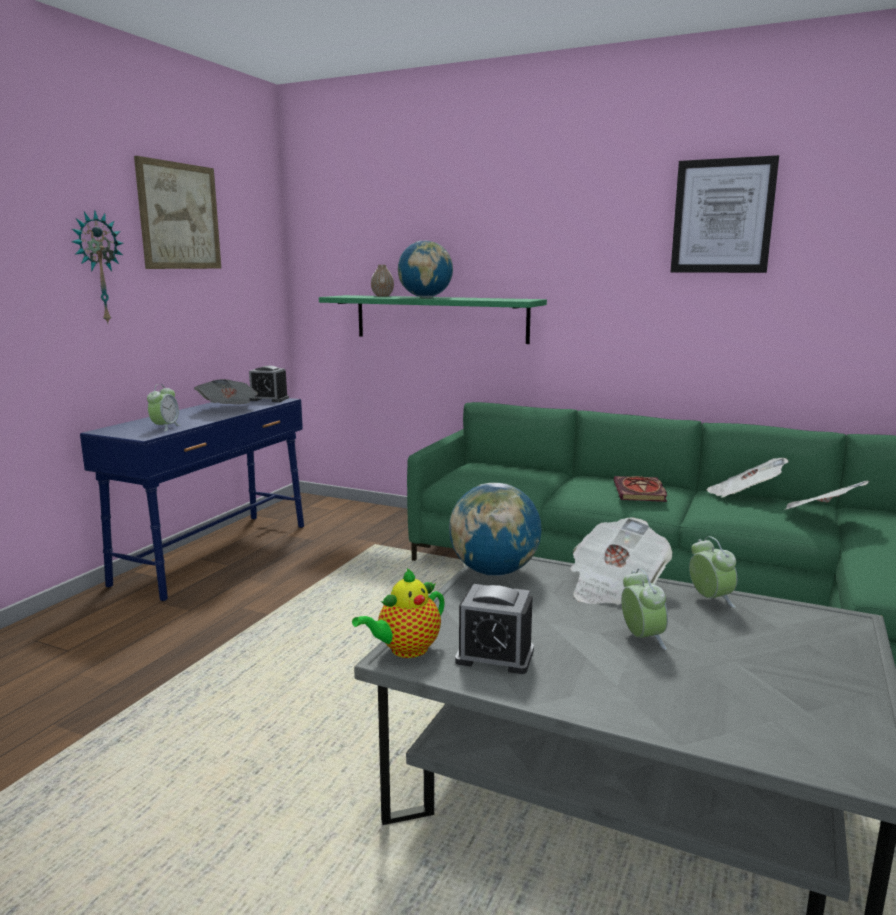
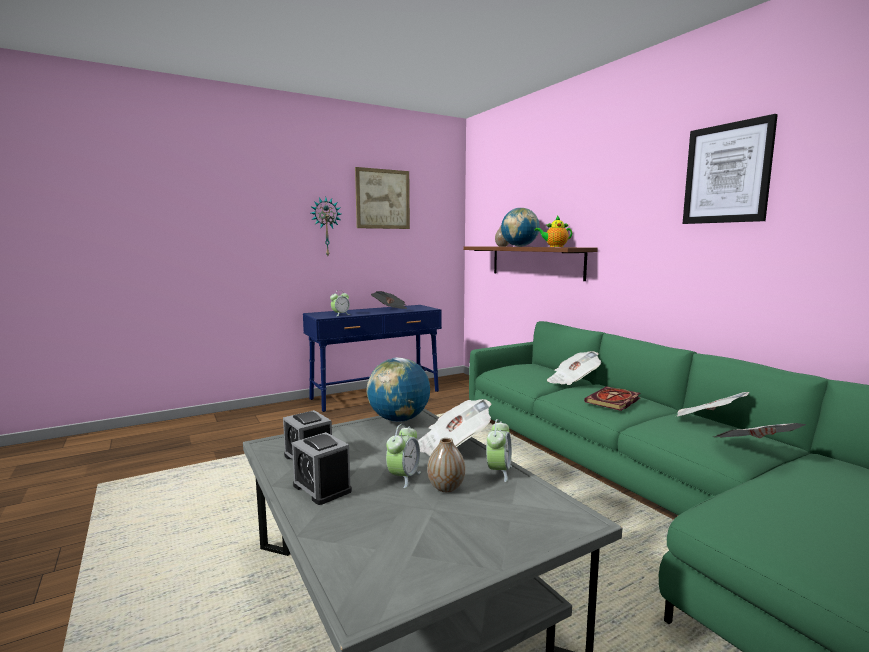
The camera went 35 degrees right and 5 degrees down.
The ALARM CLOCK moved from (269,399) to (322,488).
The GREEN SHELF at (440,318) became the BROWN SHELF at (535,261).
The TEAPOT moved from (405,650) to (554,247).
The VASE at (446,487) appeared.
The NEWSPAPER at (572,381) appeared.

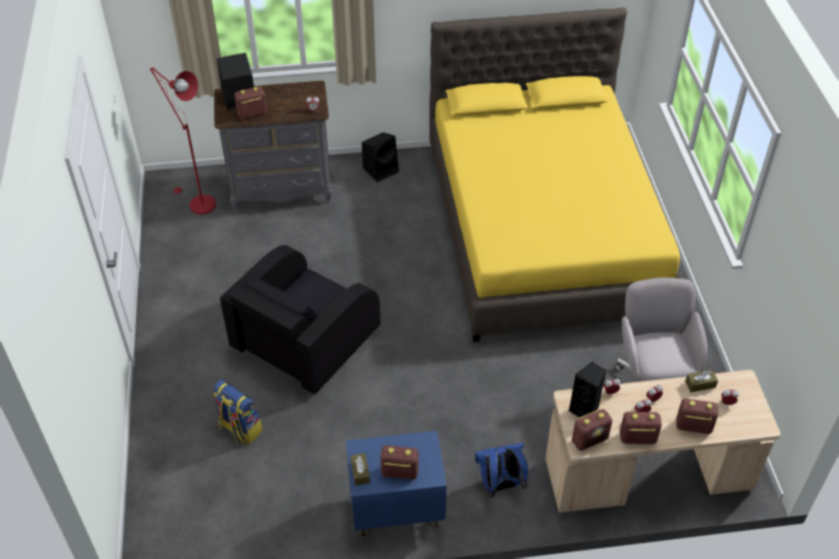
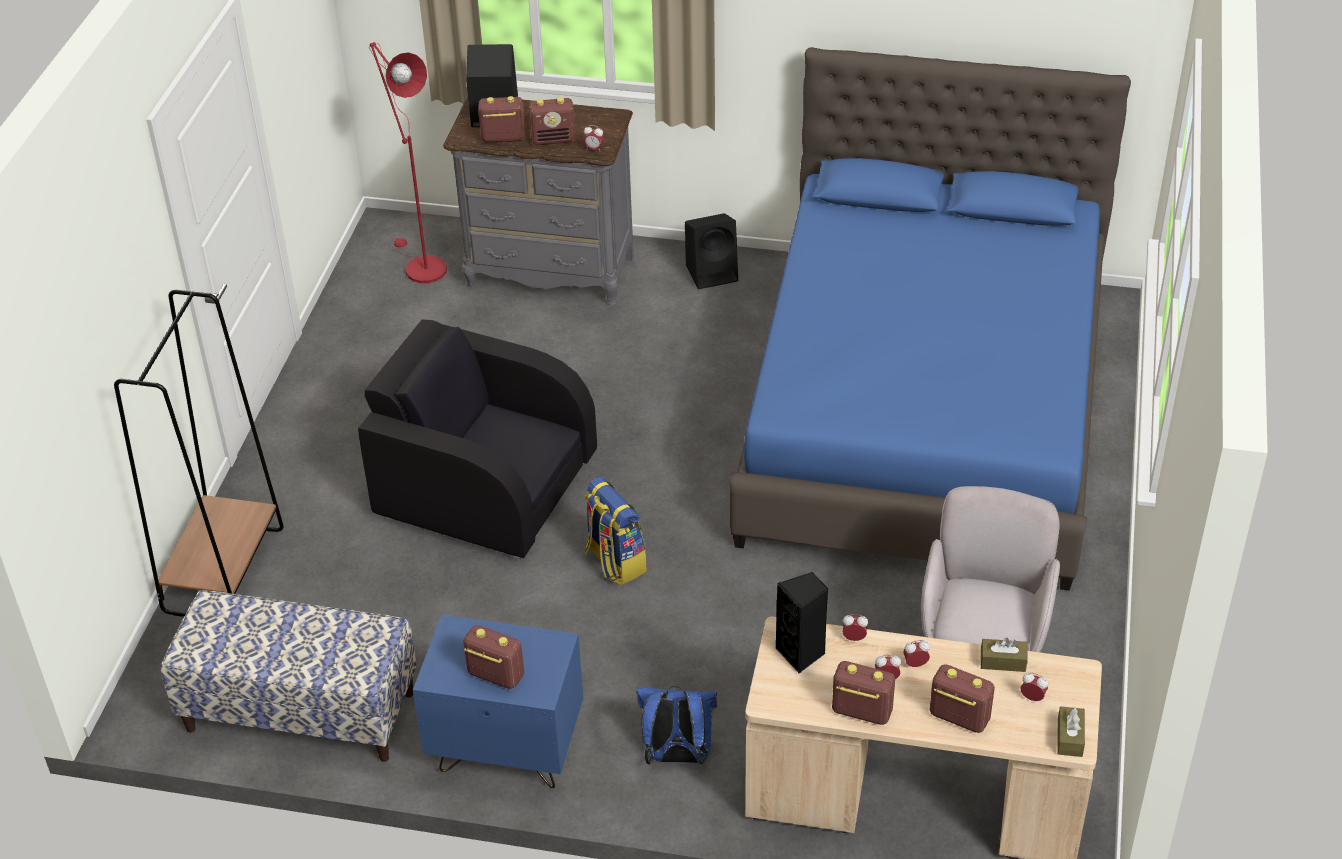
The camera went 20 degrees right and 5 degrees down.
The BACKPACK moved from (239,428) to (614,561).
The BLACK ARMCHAIR at (305,340) turned 60 degrees clockwise.
The BROWN TISSUE BOX moved from (360,472) to (1069,738).
The YELLOW BED at (543,228) became the BLUE BED at (926,409).
The RADIO moved from (590,440) to (553,139).
The CLOTHES RACK at (224,571) appeared.
The BENCH at (300,712) appeared.

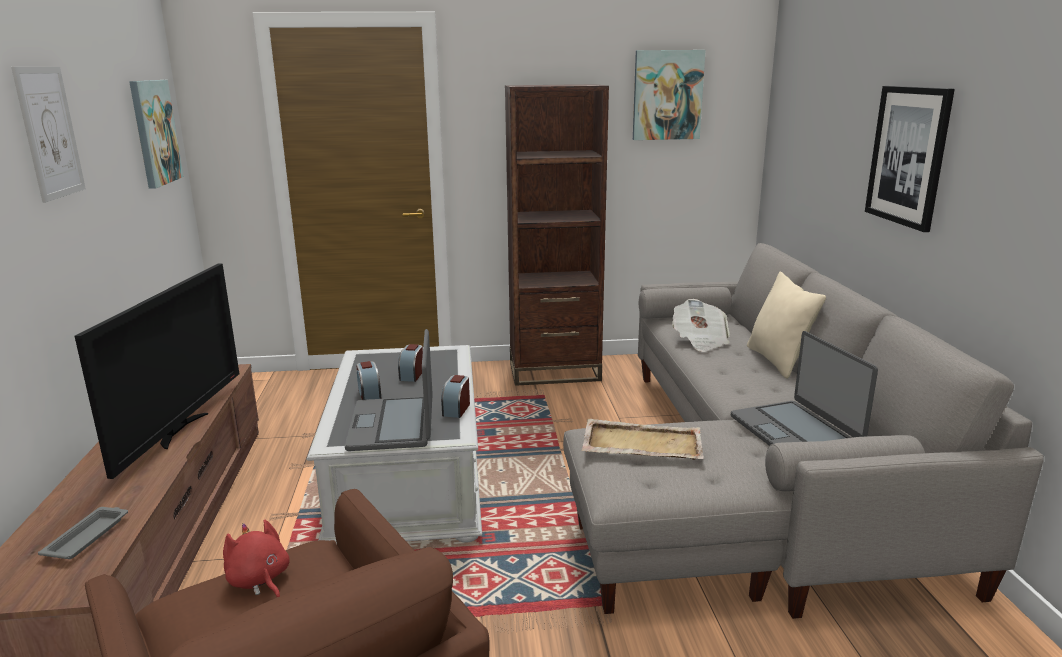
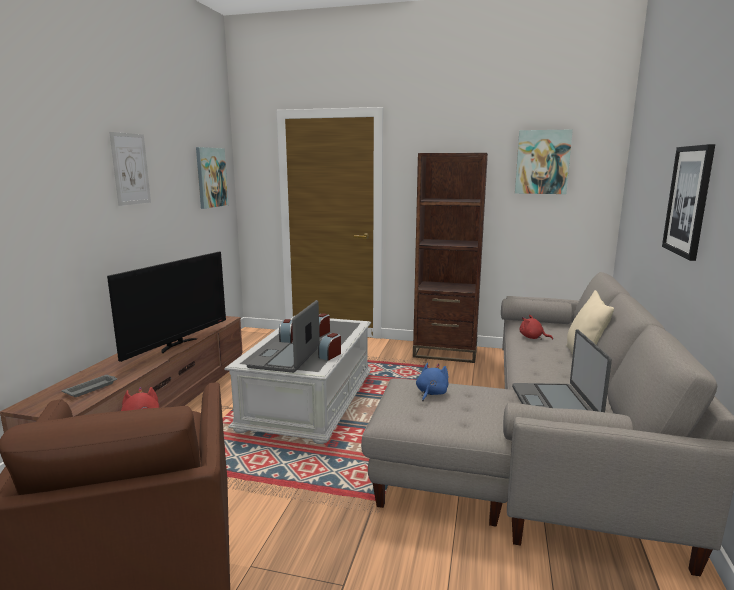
The camera went 20 degrees right and 5 degrees down.
The BEIGE TRAY at (641,444) was replaced by the BLUE PLUSH TOY at (431,393).
The NEWSPAPER at (700,341) was replaced by the RED PLUSH TOY at (532,337).

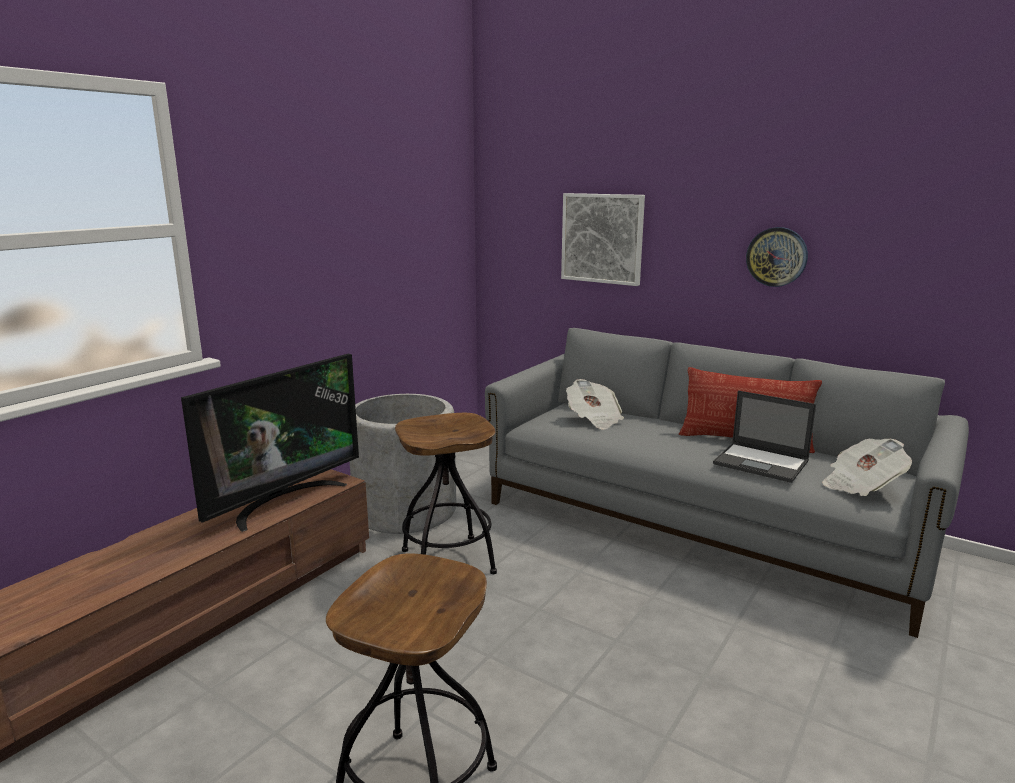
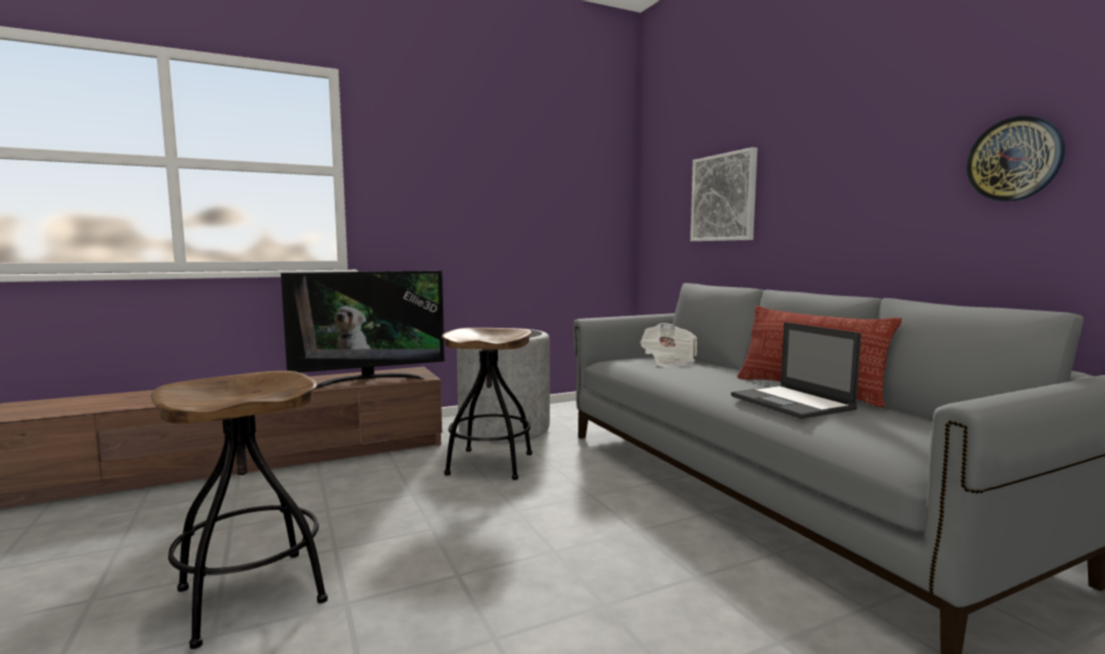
The camera went 30 degrees right and 10 degrees down.
The WALL CLOCK moved from (776,257) to (1014,159).
The NEWSPAPER at (861,485) disappeared.

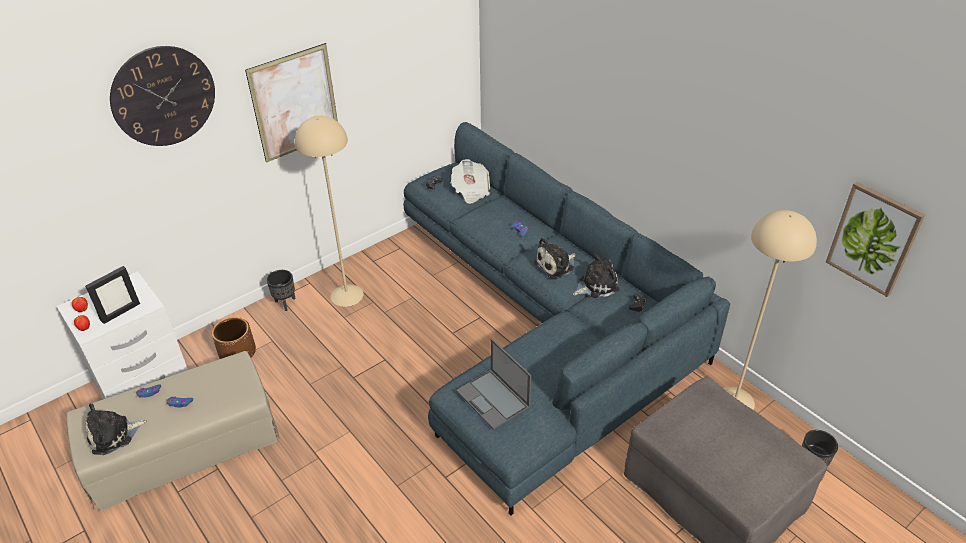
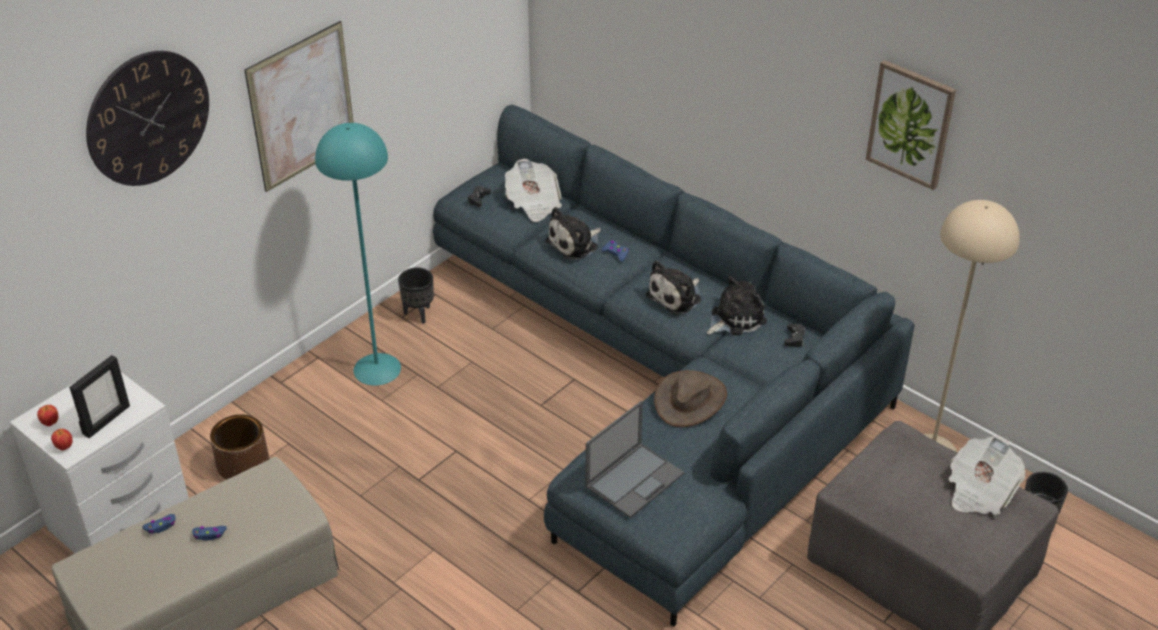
The camera went 10 degrees left and 0 degrees up.
The PLUSH TOY moved from (114,435) to (575,244).
The BLACK PLANTER moved from (286,303) to (419,314).
The BEIGE FLOOR LAMP at (346,295) became the TURQUOISE FLOOR LAMP at (377,369).
The LAPTOP at (493,399) turned 90 degrees counterclockwise.
The PICTURE moved from (873,238) to (911,124).
The BROWN HAT at (690,400) appeared.
The NEWSPAPER at (979,491) appeared.

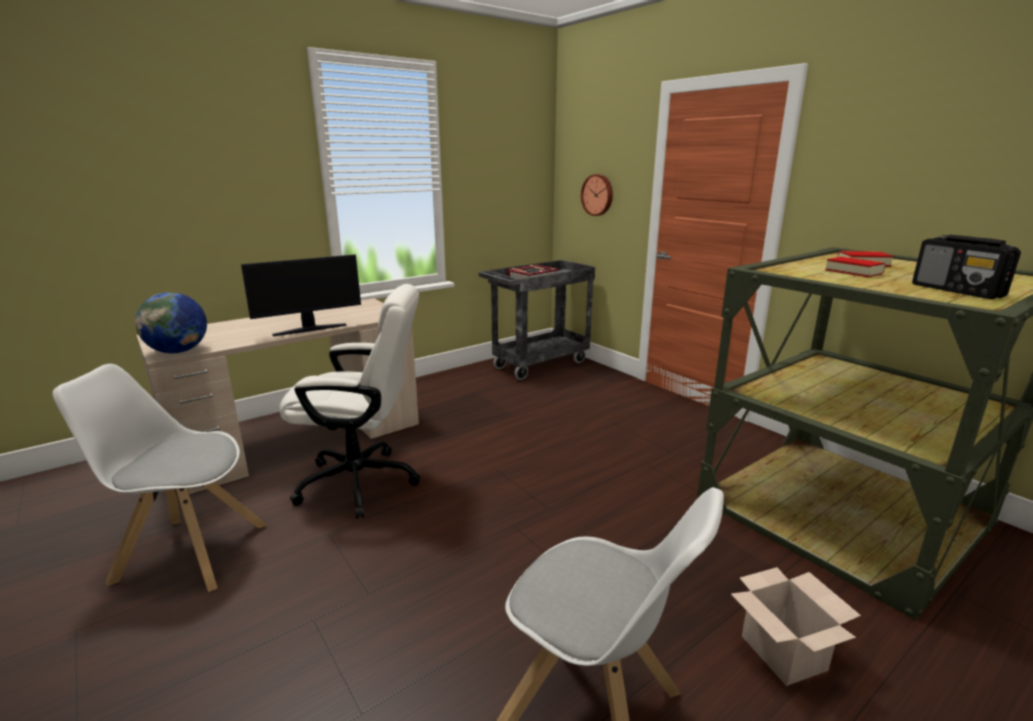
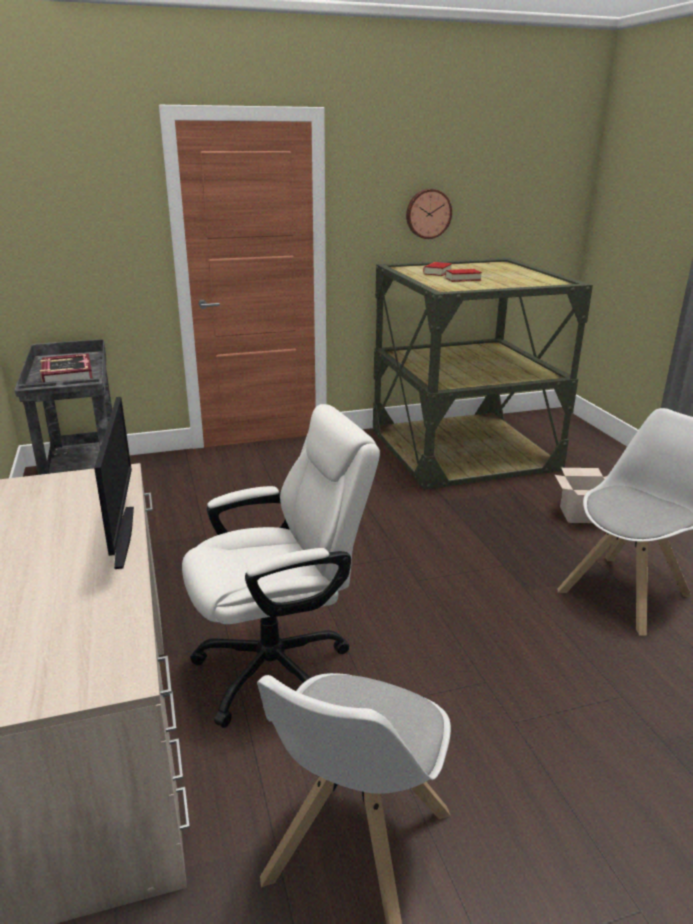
The camera went 70 degrees left and 5 degrees up.
The GLOBE at (178,351) disappeared.
The WHITE OFFICE CHAIR at (364,483) turned 45 degrees clockwise.
The WALL CLOCK moved from (598,195) to (428,213).
The RADIO at (957,291) disappeared.

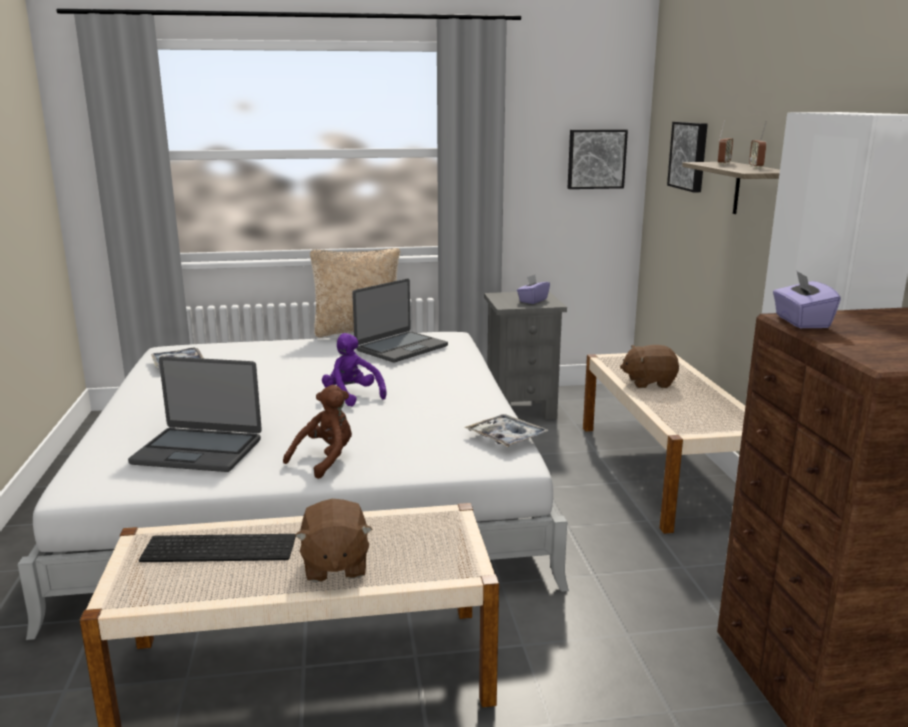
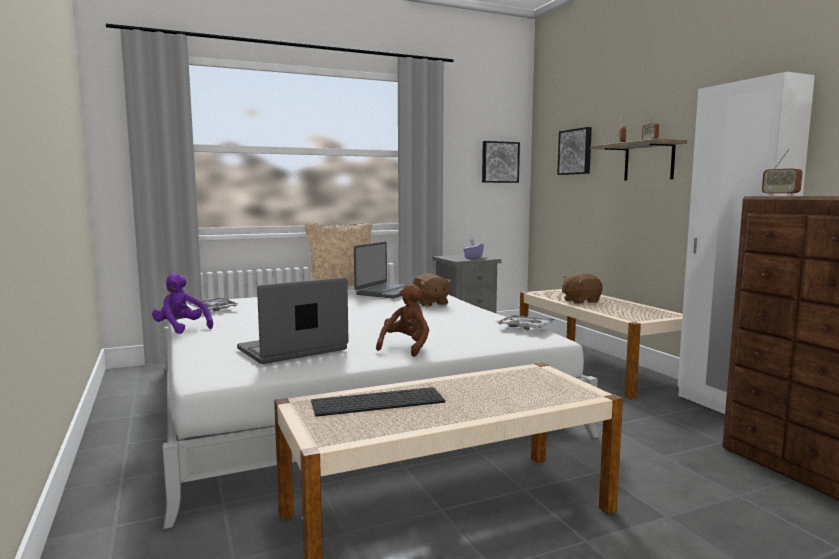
The camera went 15 degrees left and 10 degrees down.
The LAPTOP at (198,451) turned 150 degrees clockwise.
The BROWN PLUSH TOY moved from (334,565) to (430,303).
The PURPLE PLUSH TOY moved from (352,396) to (181,329).
The PURPLE TISSUE BOX at (801,322) was replaced by the RADIO at (780,195).

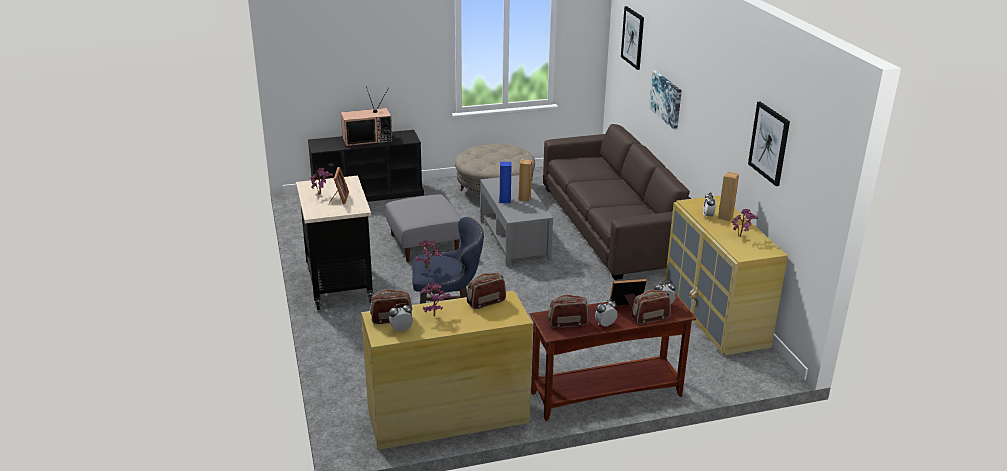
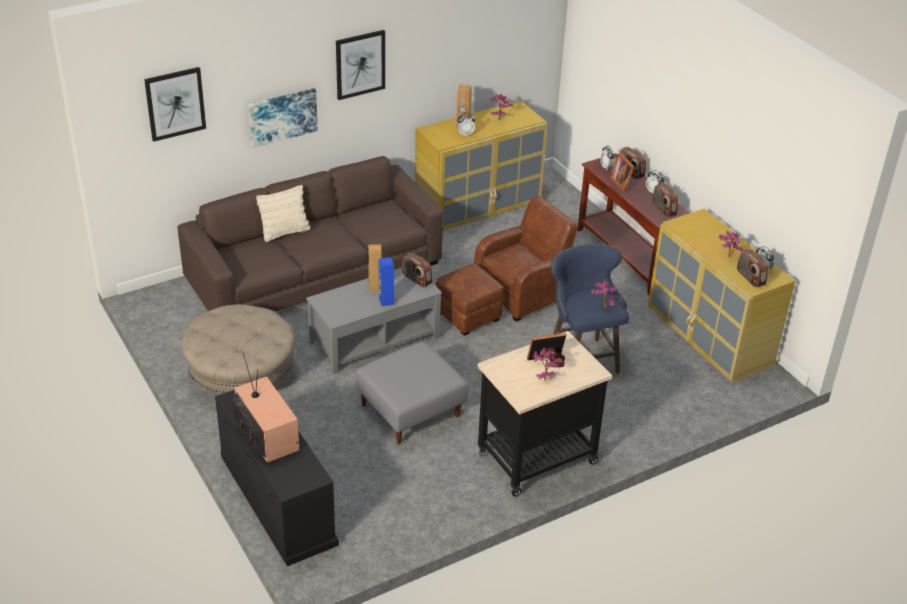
The camera went 105 degrees left and 10 degrees up.
The RADIO moved from (486,302) to (416,279).
The PICTURE moved from (769,143) to (360,64).
The BEIGE PILLOW at (284,232) appeared.
The BROWN ARMCHAIR at (505,300) appeared.

